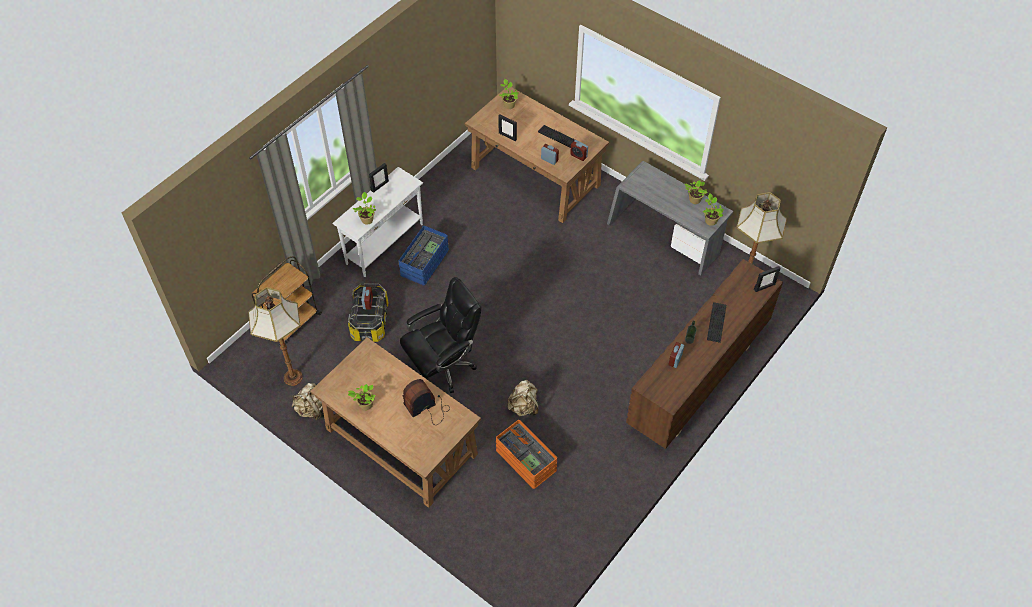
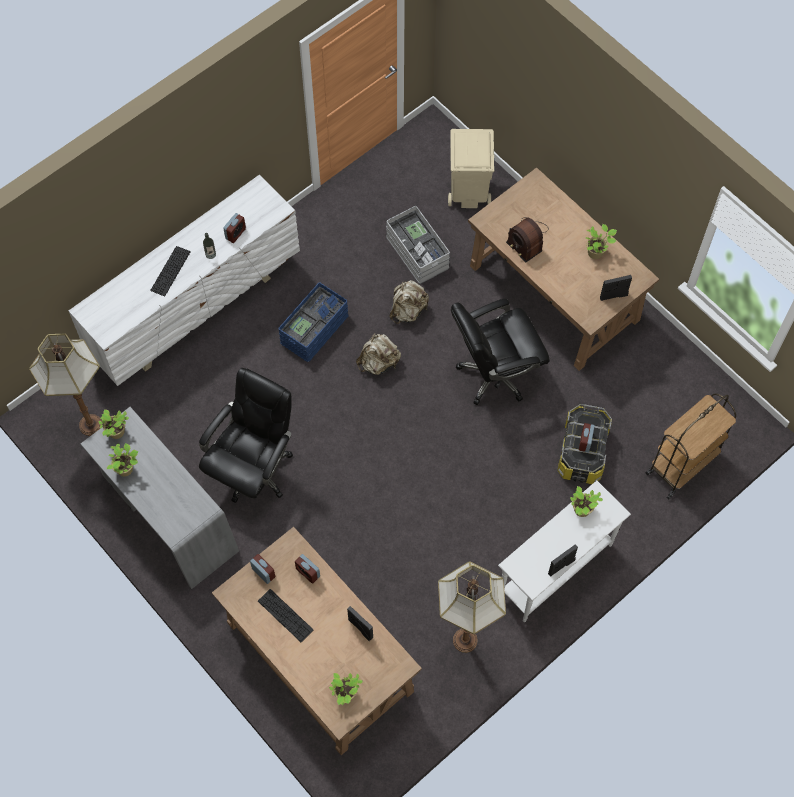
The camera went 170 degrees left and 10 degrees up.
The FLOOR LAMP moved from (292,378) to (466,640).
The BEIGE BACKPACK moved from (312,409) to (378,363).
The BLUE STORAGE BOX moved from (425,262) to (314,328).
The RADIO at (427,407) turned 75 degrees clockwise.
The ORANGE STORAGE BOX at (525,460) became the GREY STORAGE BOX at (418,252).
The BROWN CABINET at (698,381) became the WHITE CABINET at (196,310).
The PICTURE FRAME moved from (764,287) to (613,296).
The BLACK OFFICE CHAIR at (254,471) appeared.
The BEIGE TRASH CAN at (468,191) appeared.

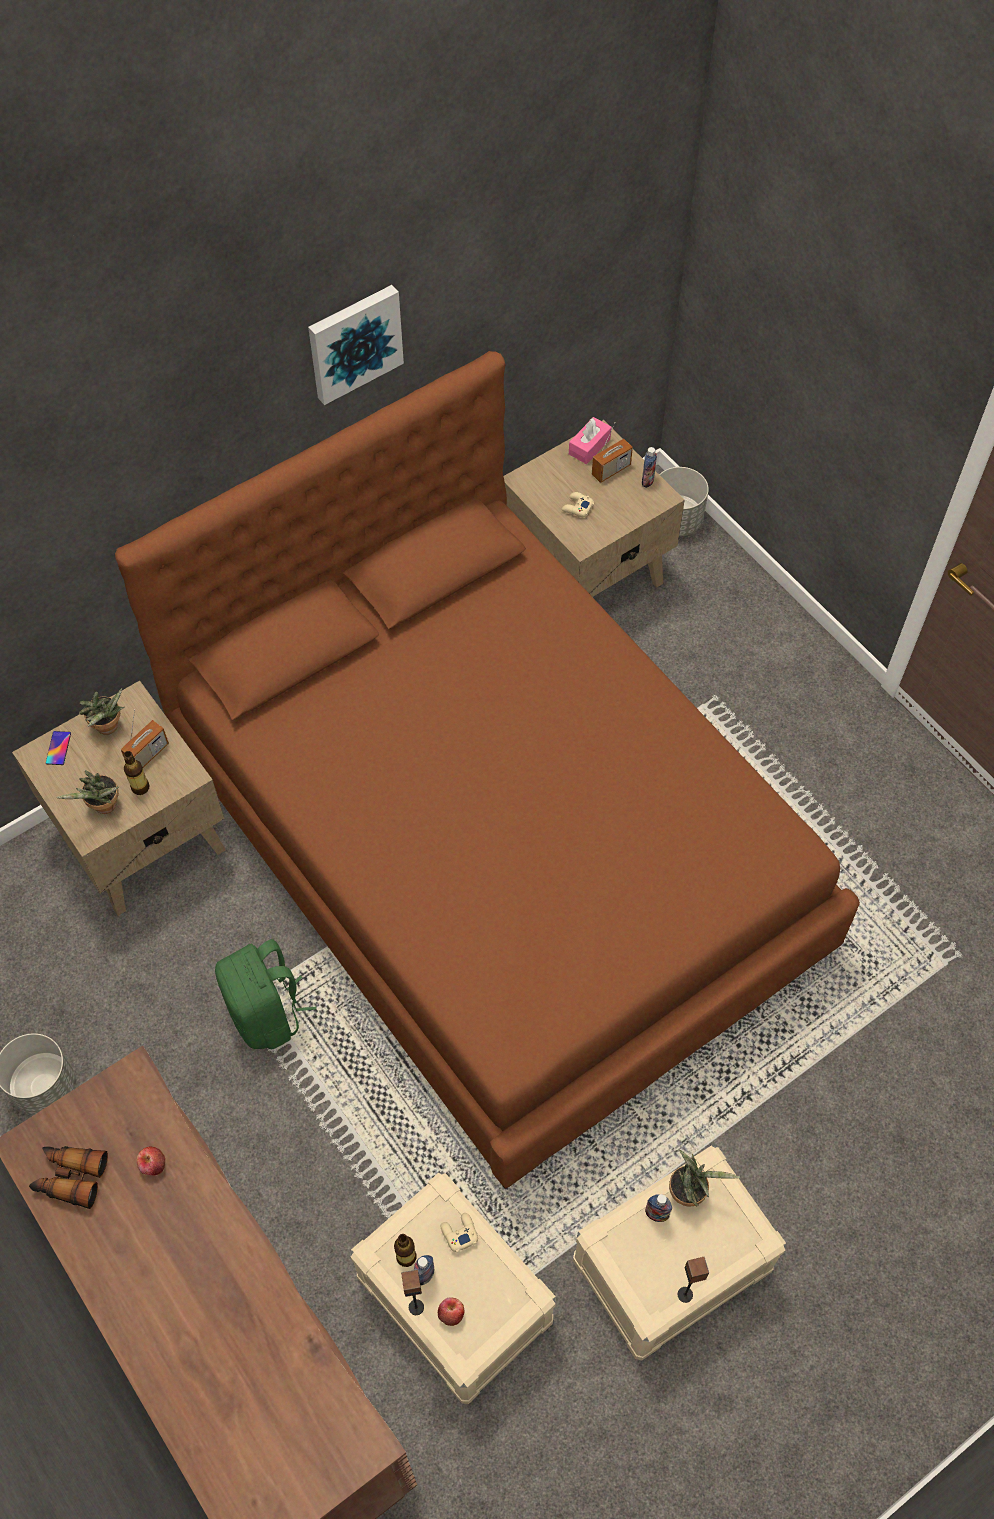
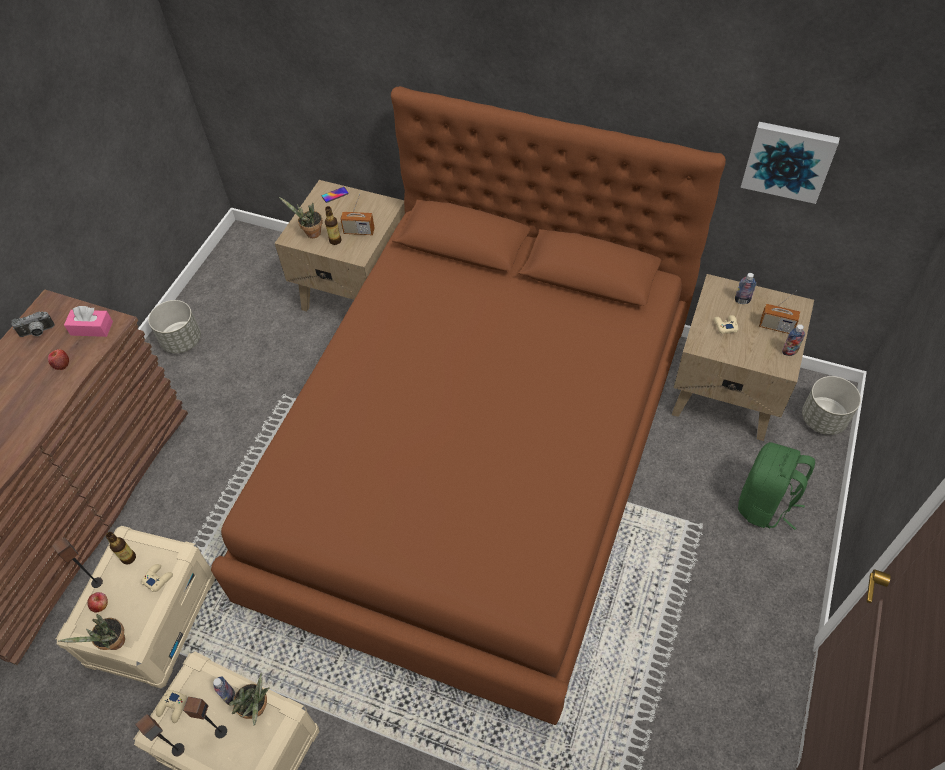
The camera went 60 degrees right and 5 degrees down.
The BINOCULARS at (70,1177) was replaced by the PHOTO CAMERA at (37,333).
The POTTED PLANT moved from (108,728) to (113,644).
The GREEN BACKPACK moved from (267,1014) to (765,504).
The PICTURE moved from (354,342) to (788,160).
The BOTTLE moved from (425,1275) to (742,300).
The PINK TISSUE BOX moved from (589,446) to (92,328).
The BEIGE GAME CONTROLLER at (173,707) appeared.
The SPEAKER at (220,731) appeared.

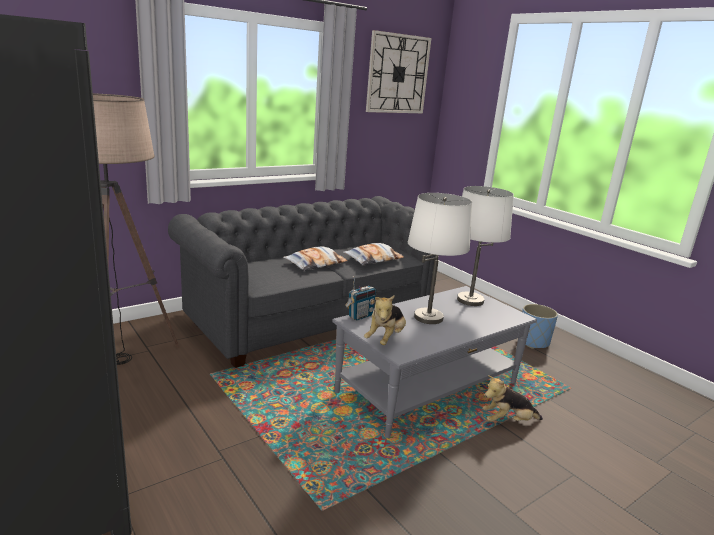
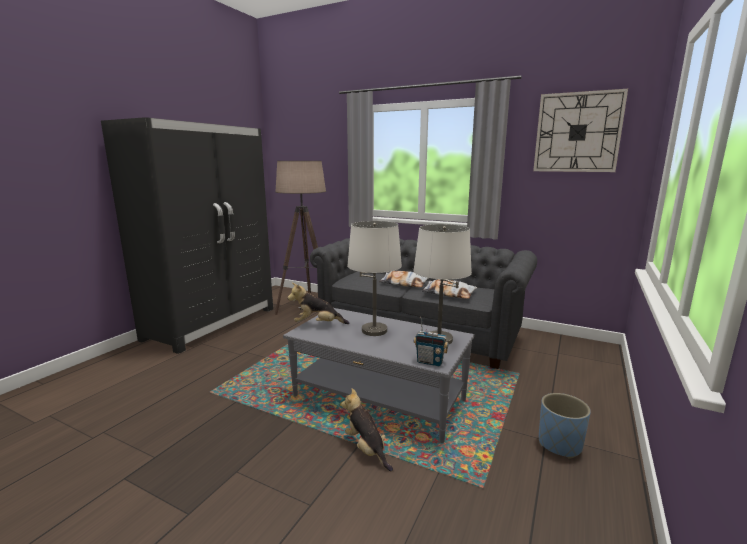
The camera went 65 degrees right and 5 degrees down.
The RADIO moved from (360,316) to (430,362).

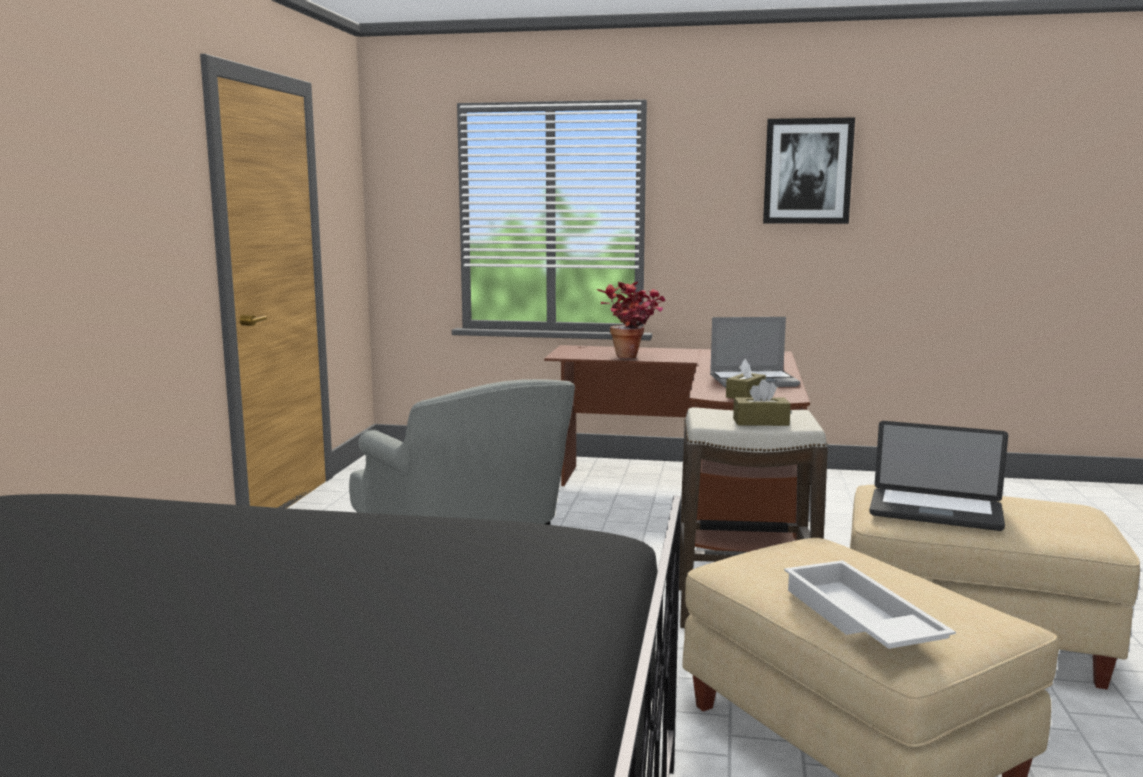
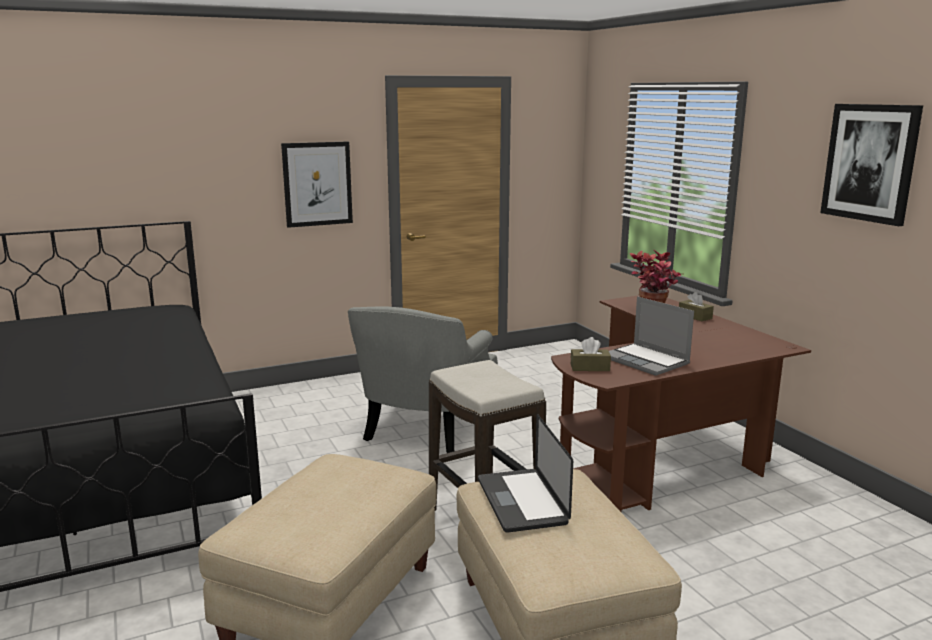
The camera went 55 degrees right and 5 degrees up.
The BROWN TISSUE BOX moved from (760,422) to (695,316).
The WHITE TRAY at (858,619) disappeared.
The PICTURE at (317,184) appeared.

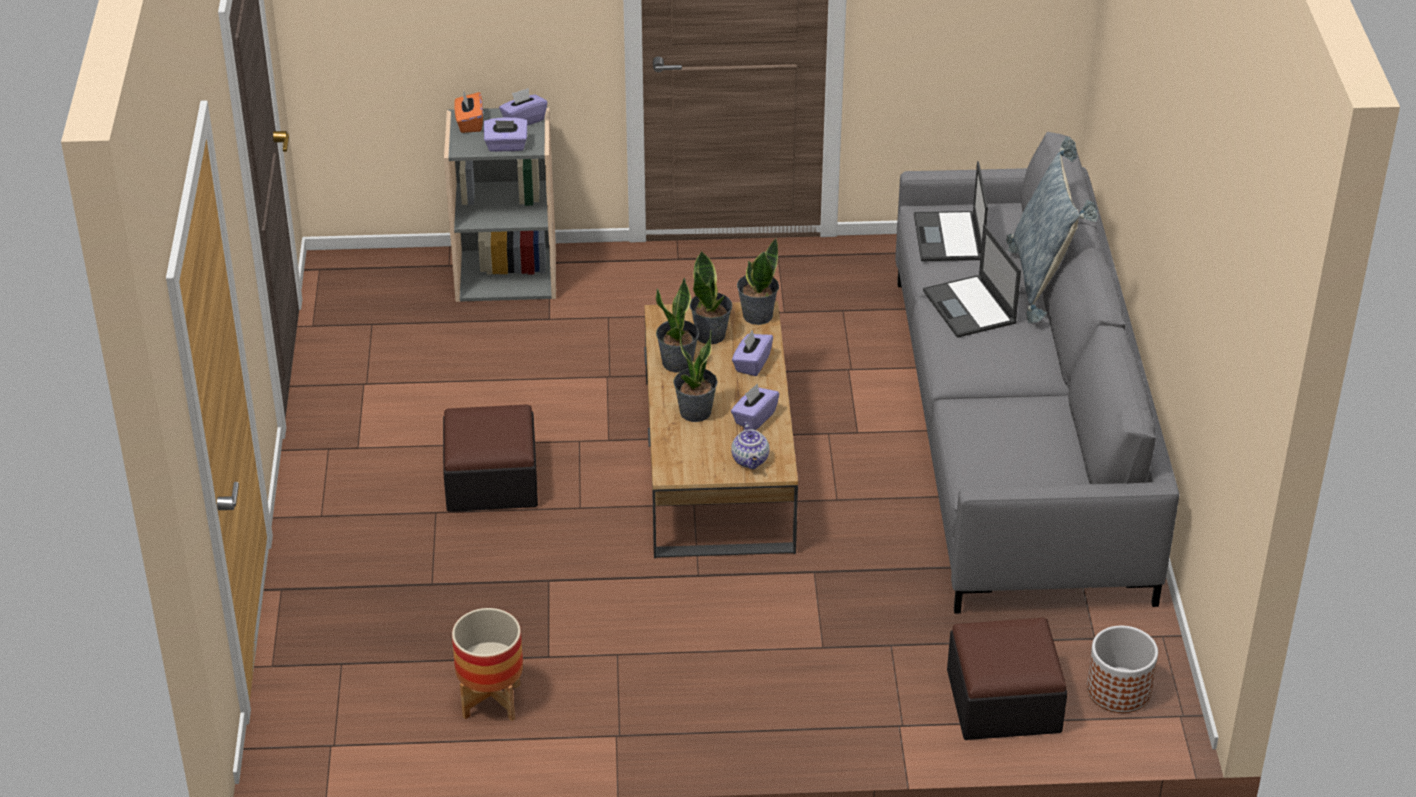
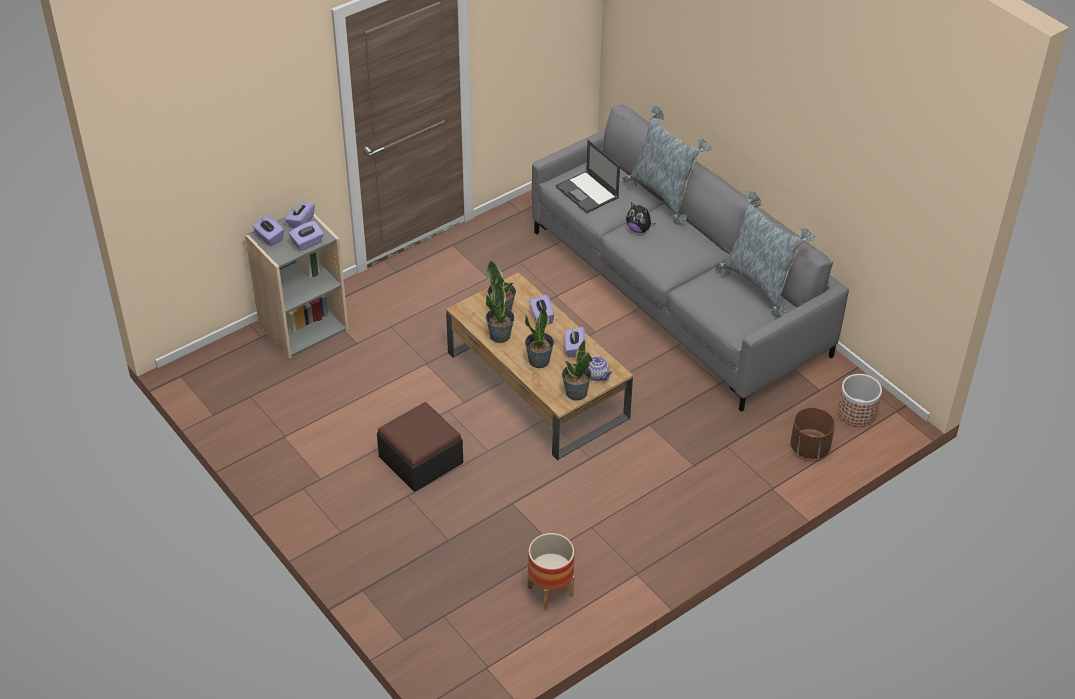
The camera went 35 degrees left and 5 degrees up.
The ORANGE TISSUE BOX at (469,123) became the PURPLE TISSUE BOX at (269,238).
The POTTED PLANT moved from (757,315) to (576,393).
The LAPTOP at (970,307) was replaced by the PLUSH TOY at (638,229).
The OTTOMAN at (1003,701) was replaced by the BROWN PLANTER at (809,448).
The PILLOW at (759,288) appeared.

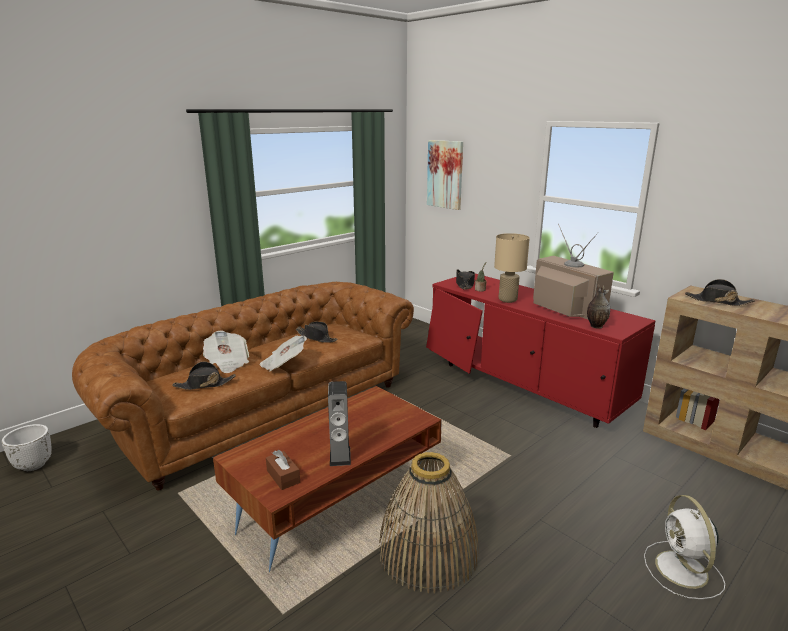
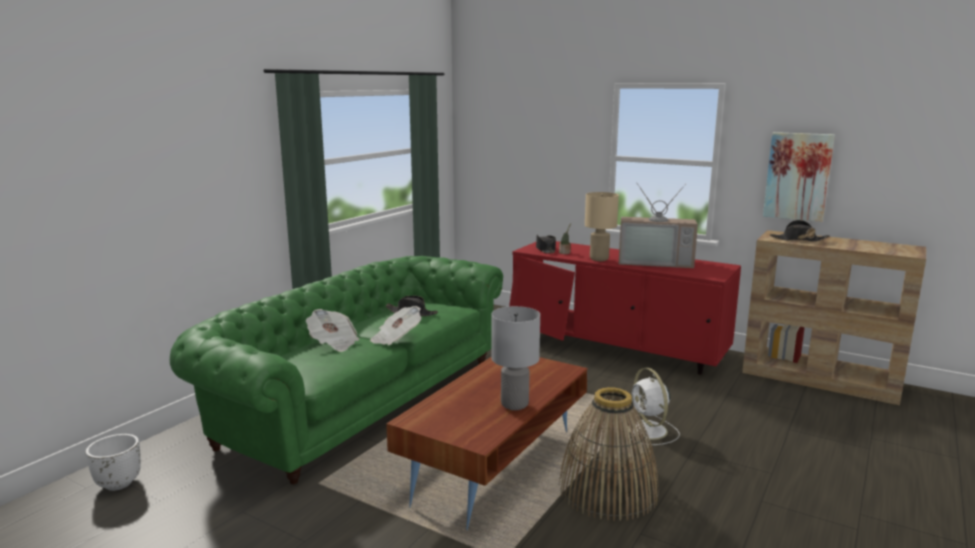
The camera went 15 degrees left and 5 degrees down.
The BROWN SOFA at (262,408) became the GREEN SOFA at (356,398).
The BLACK HAT at (204,384) disappeared.
The BROWN TISSUE BOX at (283,476) disappeared.
The SPEAKER at (340,456) was replaced by the GREY TABLE LAMP at (515,406).
The PICTURE moved from (445,174) to (797,176).
The TELEVISION at (564,308) turned 150 degrees clockwise.
The VASE at (595,326) disappeared.
The WHITE FAN moved from (682,571) to (648,431).

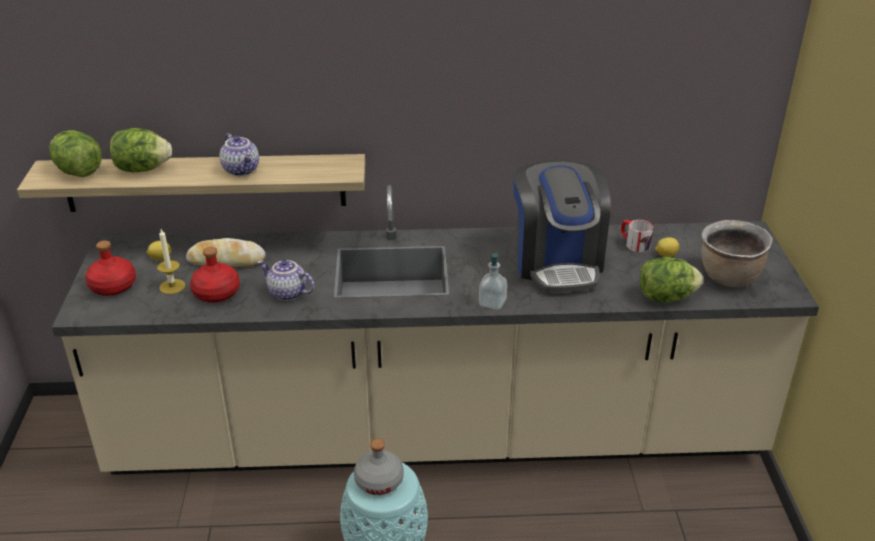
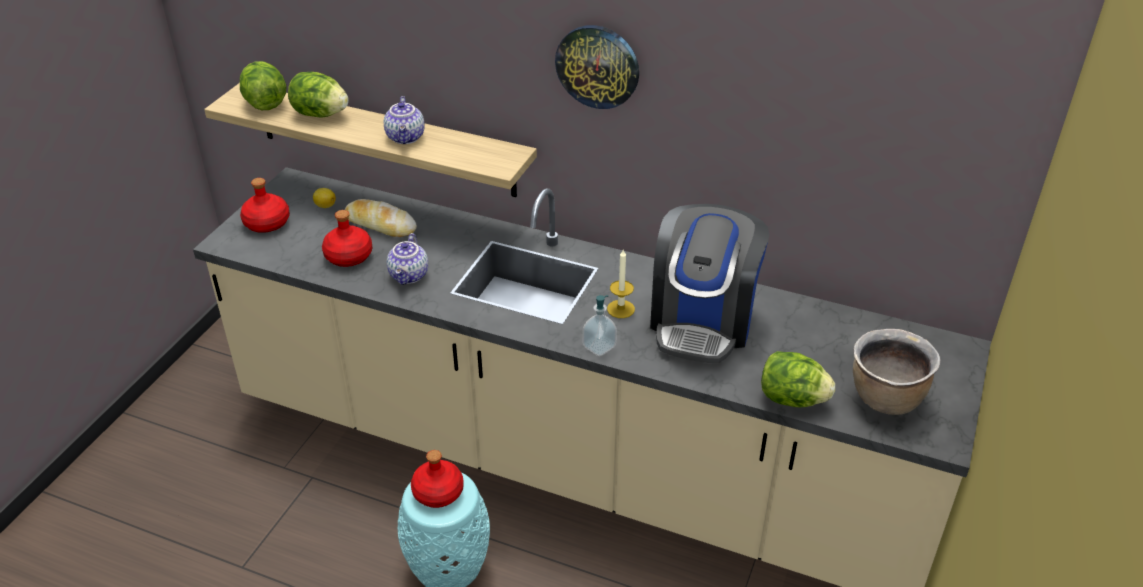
The camera went 25 degrees right and 5 degrees up.
The CANDLE moved from (172,286) to (621,309).
The TEAPOT at (286,293) turned 135 degrees counterclockwise.
The GREY BOTTLE at (379,481) became the RED BOTTLE at (438,492).
The MUG at (634,243) disappeared.
The LEMON at (665,255) disappeared.
The WALL CLOCK at (598,66) appeared.

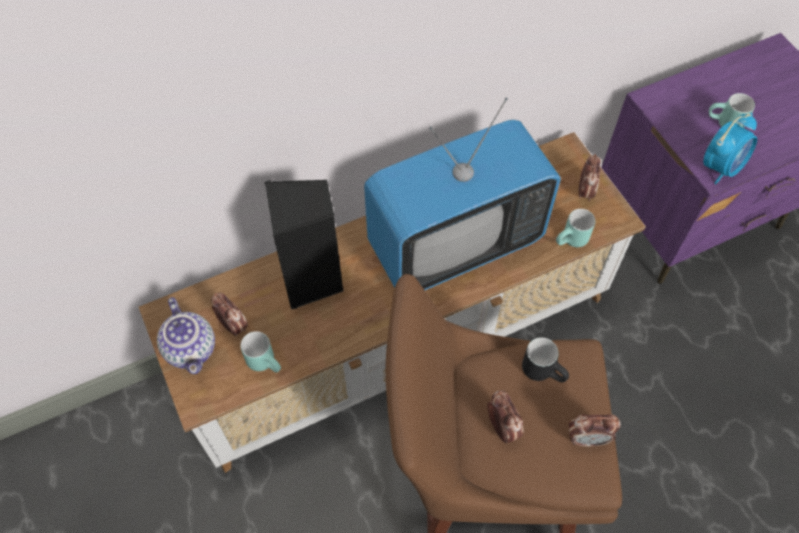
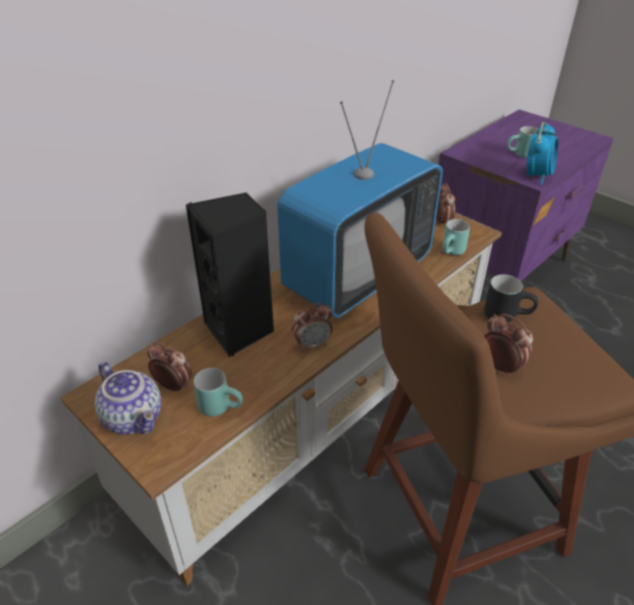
The camera went 20 degrees left and 20 degrees down.
The ALARM CLOCK moved from (587,438) to (312,345).

